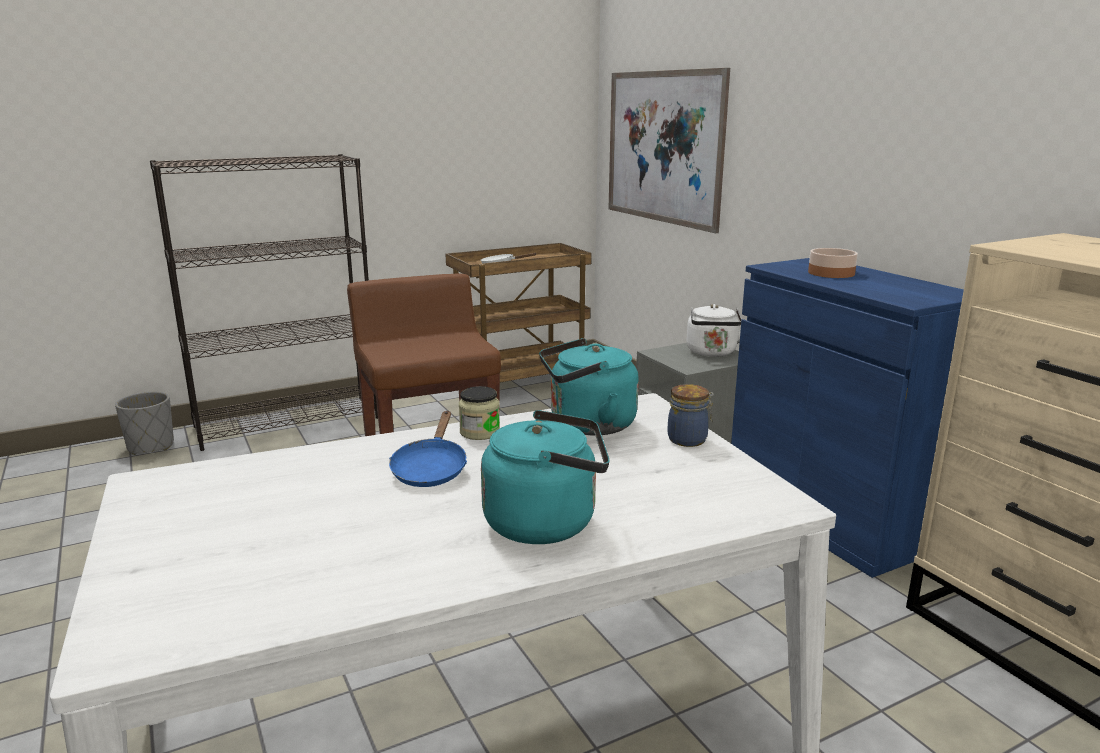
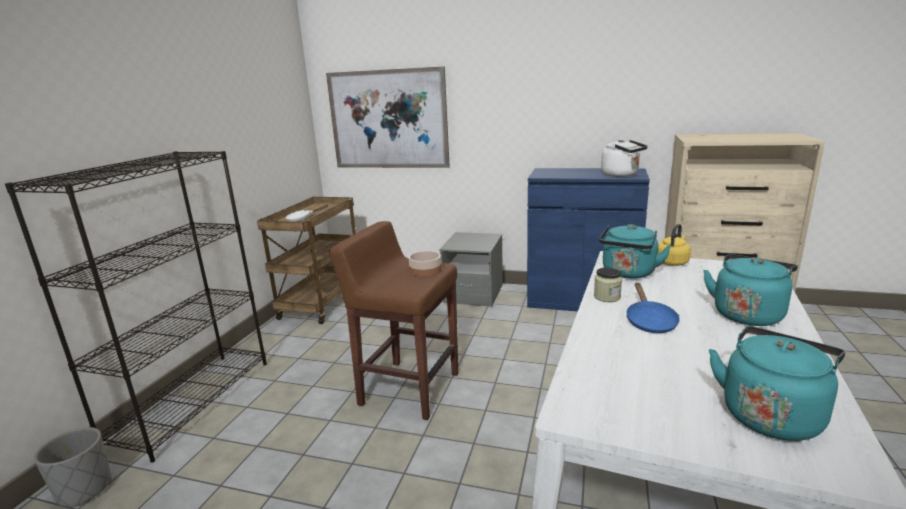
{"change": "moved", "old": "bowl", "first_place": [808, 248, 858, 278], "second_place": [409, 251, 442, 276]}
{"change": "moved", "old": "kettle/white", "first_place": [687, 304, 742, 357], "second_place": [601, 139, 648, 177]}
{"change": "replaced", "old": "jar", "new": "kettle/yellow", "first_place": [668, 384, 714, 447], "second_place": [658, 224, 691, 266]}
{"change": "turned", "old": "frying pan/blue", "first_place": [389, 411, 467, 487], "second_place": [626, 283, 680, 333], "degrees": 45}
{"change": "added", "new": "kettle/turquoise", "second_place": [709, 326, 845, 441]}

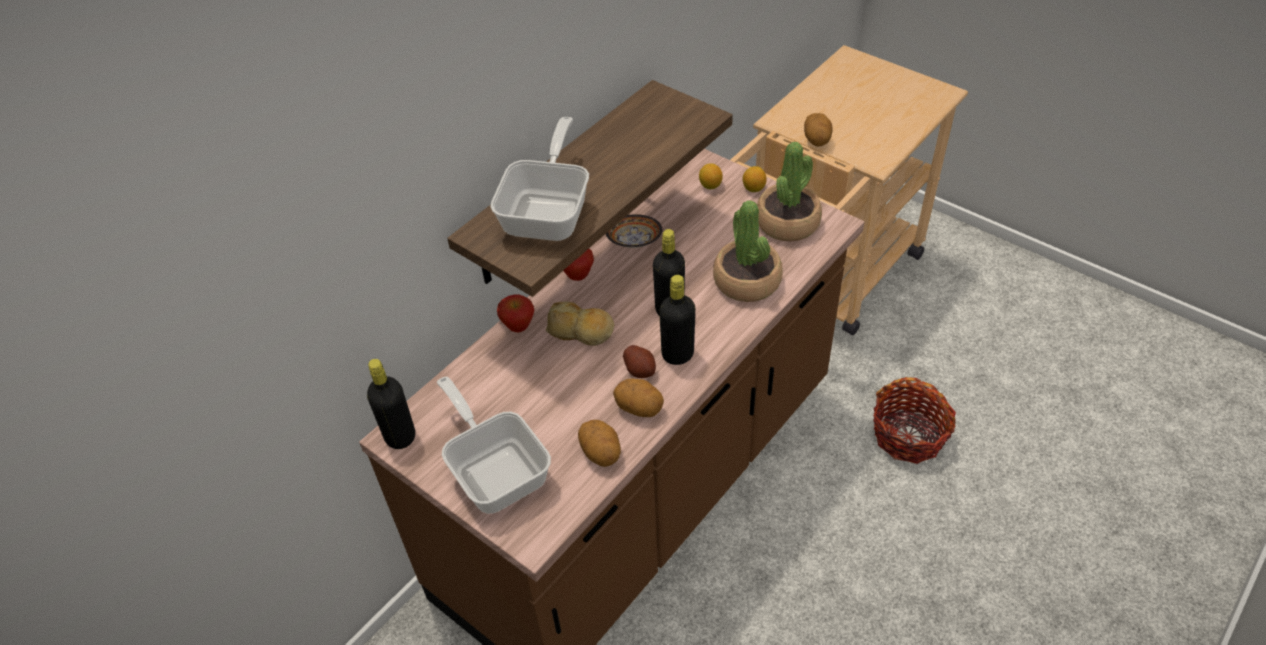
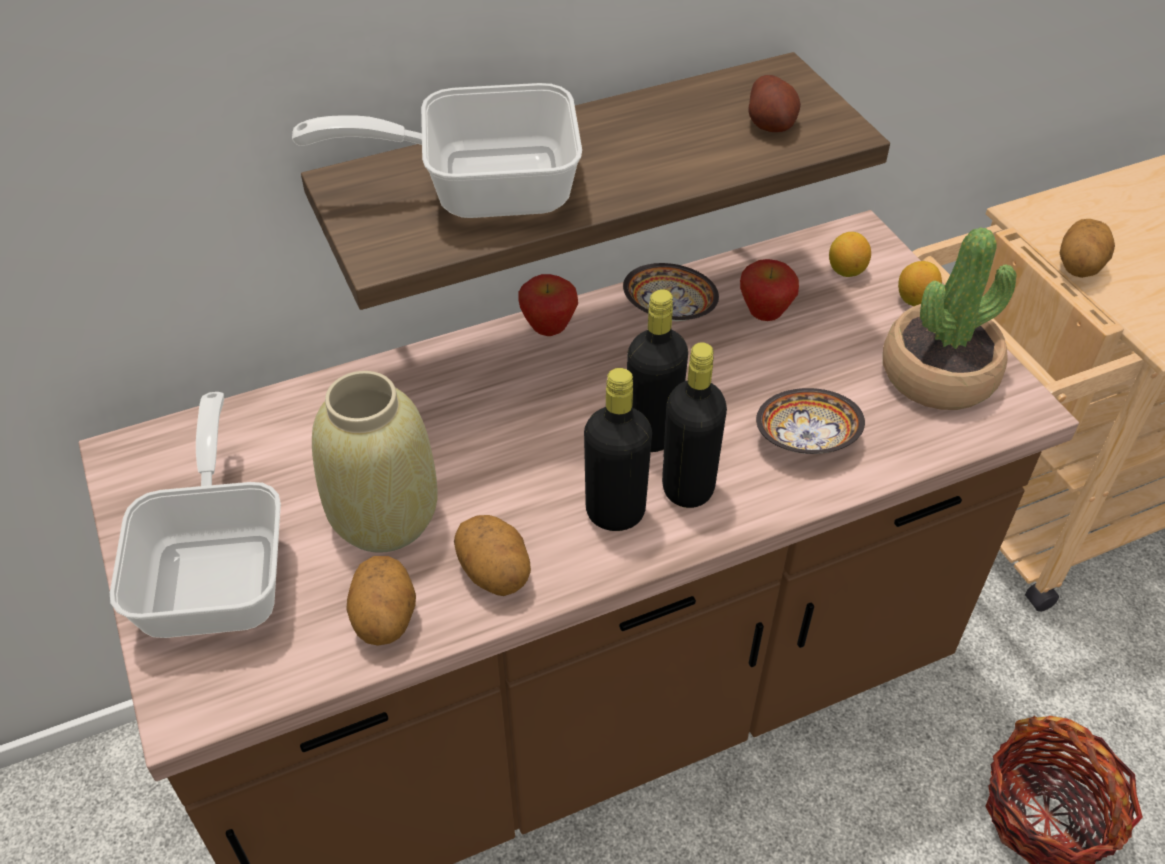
{"change": "turned", "old": "frying pan", "first_place": [490, 117, 589, 241], "second_place": [292, 83, 582, 218], "degrees": -135}
{"change": "replaced", "old": "potted plant", "new": "bowl", "first_place": [713, 200, 782, 302], "second_place": [756, 388, 865, 454]}
{"change": "moved", "old": "apple", "first_place": [497, 295, 534, 332], "second_place": [740, 259, 799, 321]}
{"change": "removed", "old": "bread", "first_place": [546, 301, 614, 346]}
{"change": "moved", "old": "potato", "first_place": [623, 345, 656, 378], "second_place": [748, 75, 801, 132]}
{"change": "moved", "old": "bottle/black", "first_place": [367, 359, 415, 449], "second_place": [662, 342, 727, 508]}
{"change": "added", "new": "vase/beige", "second_place": [312, 371, 438, 553]}

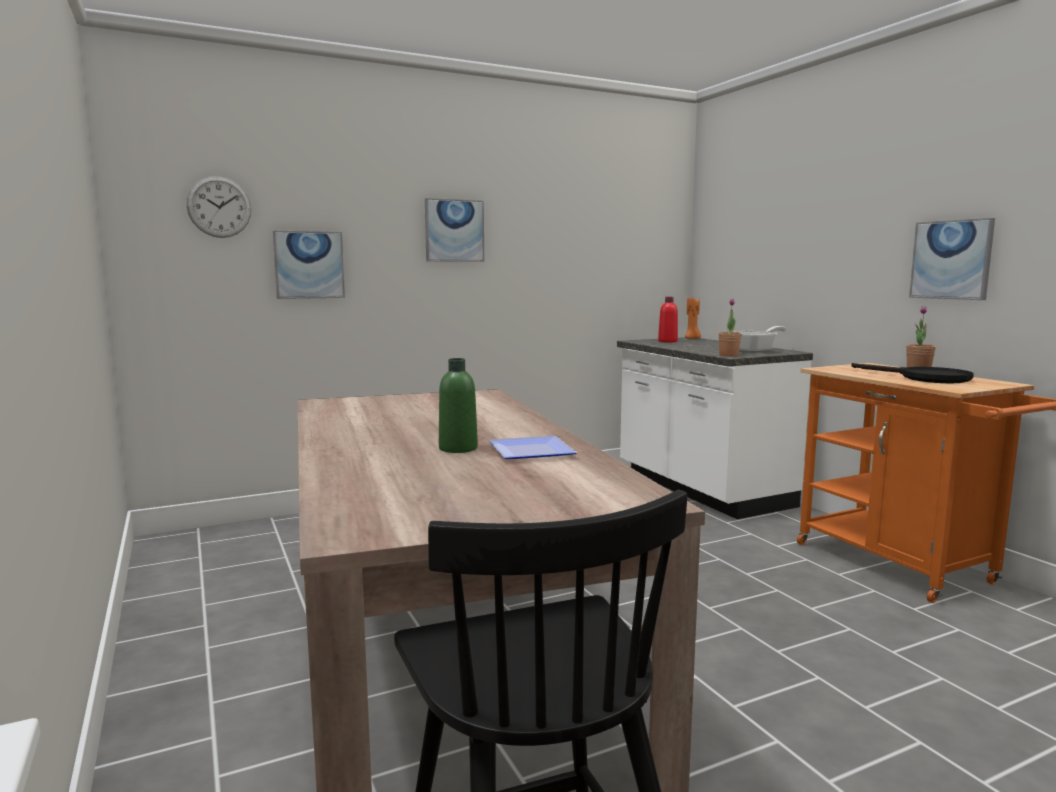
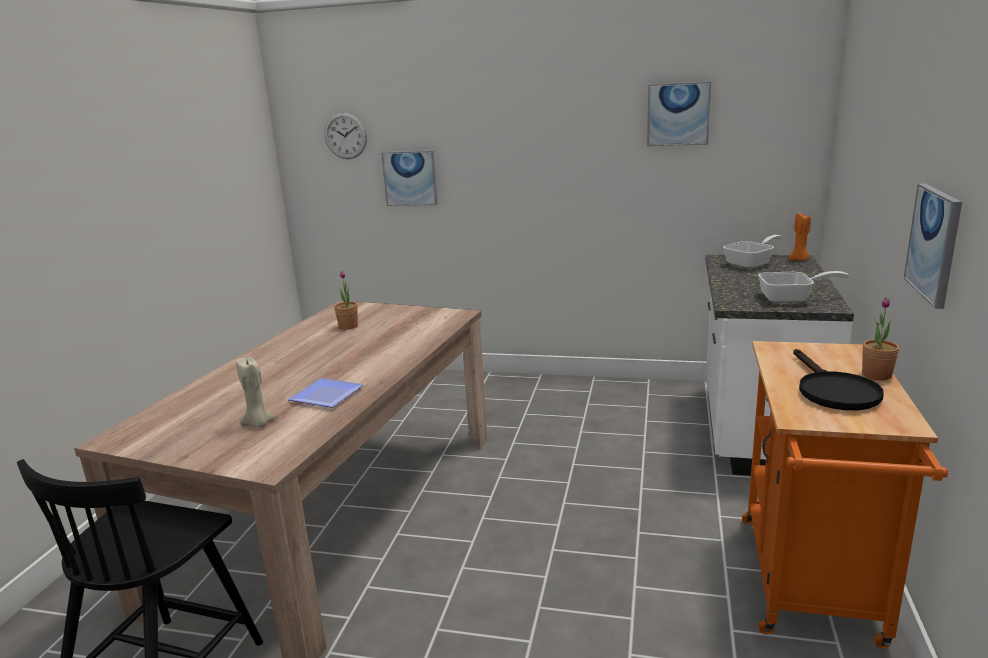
{"change": "moved", "old": "picture", "first_place": [425, 198, 484, 262], "second_place": [647, 82, 711, 146]}
{"change": "replaced", "old": "bottle/red", "new": "frying pan", "first_place": [658, 297, 678, 343], "second_place": [723, 235, 782, 268]}
{"change": "moved", "old": "potted plant", "first_place": [718, 299, 742, 356], "second_place": [334, 271, 358, 330]}
{"change": "removed", "old": "bottle/green", "first_place": [439, 358, 478, 453]}
{"change": "added", "new": "candle/beige", "second_place": [236, 357, 276, 428]}

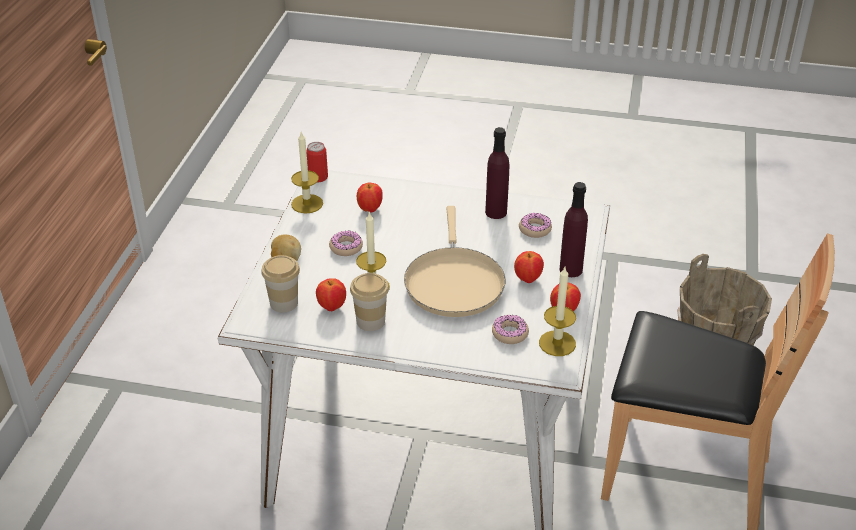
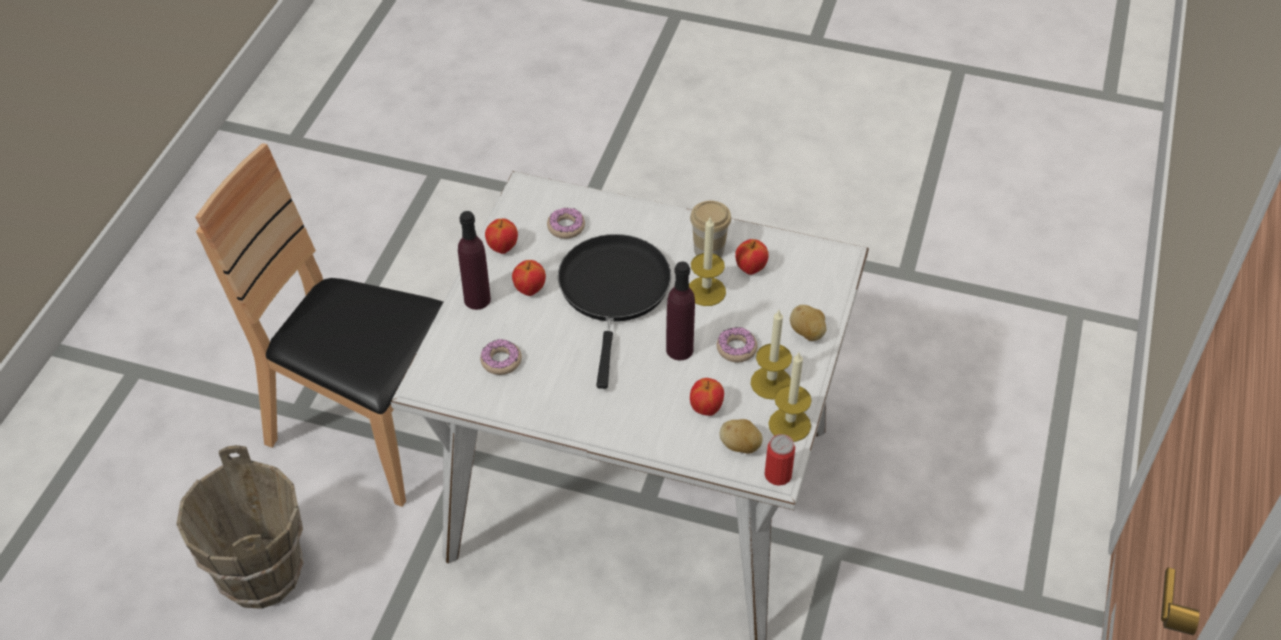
{"change": "moved", "old": "bottle/purple", "first_place": [485, 127, 509, 219], "second_place": [666, 262, 695, 360]}
{"change": "recoloured", "old": "frying pan/beige", "new": "frying pan/black", "first_place": [404, 206, 506, 317], "second_place": [558, 234, 671, 389]}
{"change": "removed", "old": "cup", "first_place": [261, 255, 300, 312]}
{"change": "moved", "old": "candle", "first_place": [539, 267, 576, 356], "second_place": [751, 310, 792, 400]}
{"change": "added", "new": "potato", "second_place": [720, 419, 763, 454]}

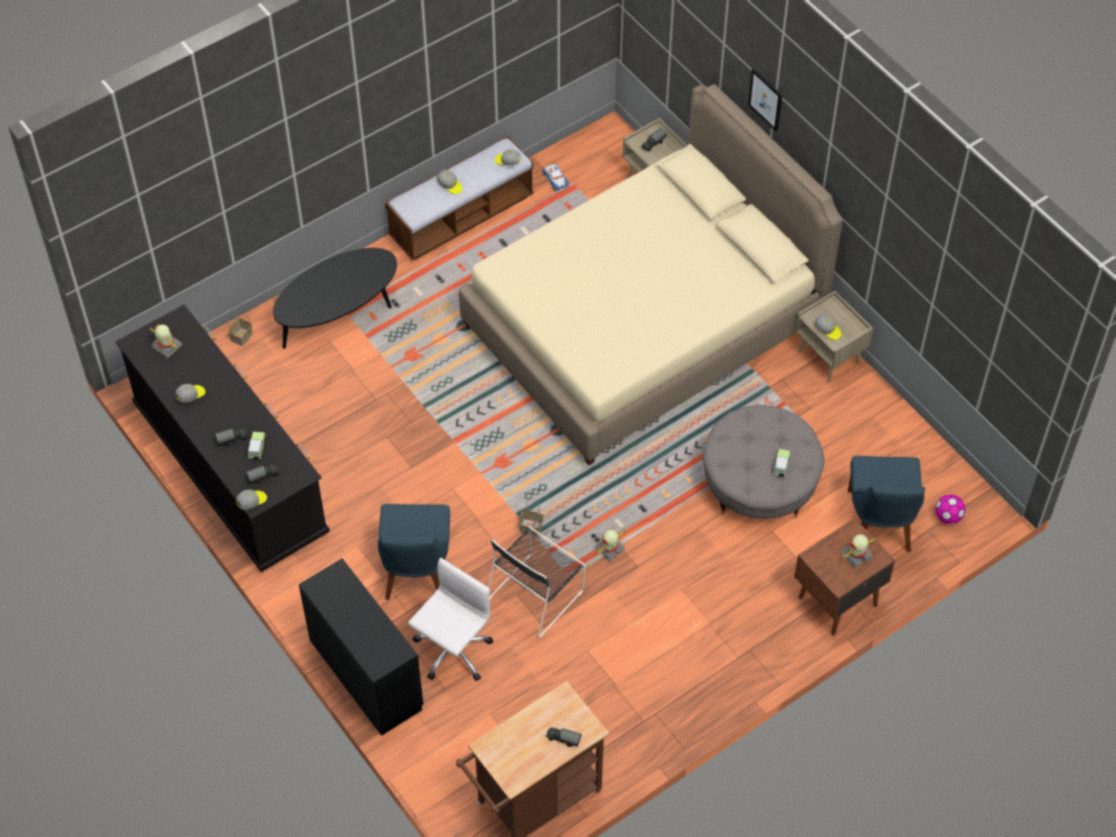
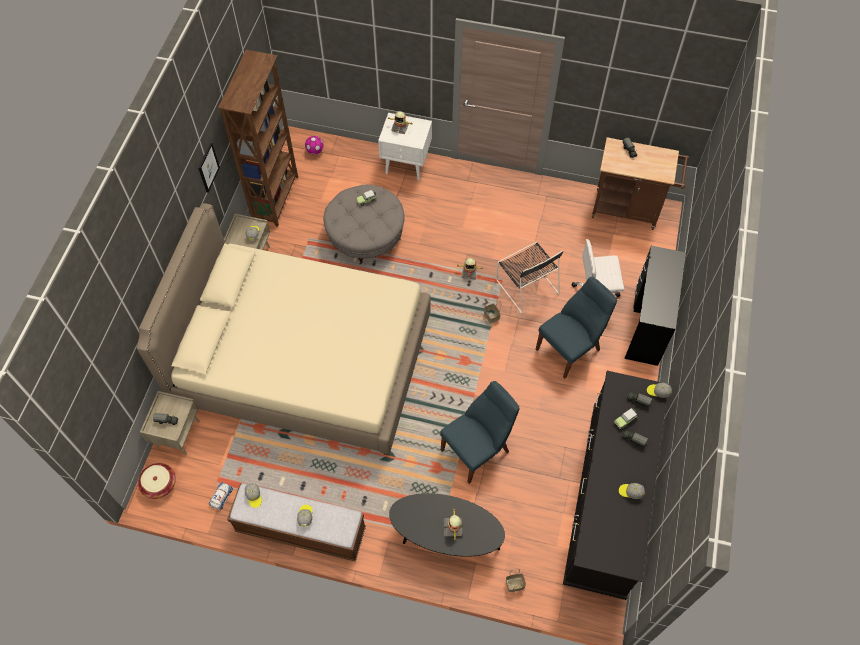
{"change": "moved", "old": "picture", "first_place": [748, 69, 782, 131], "second_place": [198, 142, 220, 193]}
{"change": "moved", "old": "toy robot", "first_place": [150, 324, 183, 358], "second_place": [444, 508, 463, 540]}
{"change": "moved", "old": "chair/blue", "first_place": [848, 456, 925, 552], "second_place": [440, 381, 519, 484]}
{"change": "recoloured", "old": "nightstand/brown", "new": "nightstand/white", "first_place": [794, 518, 895, 636], "second_place": [378, 113, 432, 180]}
{"change": "turned", "old": "chair/black", "first_place": [488, 527, 586, 638], "second_place": [496, 242, 563, 314], "degrees": 60}
{"change": "added", "new": "bookcase/brown", "second_place": [218, 50, 298, 227]}
{"change": "added", "new": "basket", "second_place": [138, 463, 176, 499]}

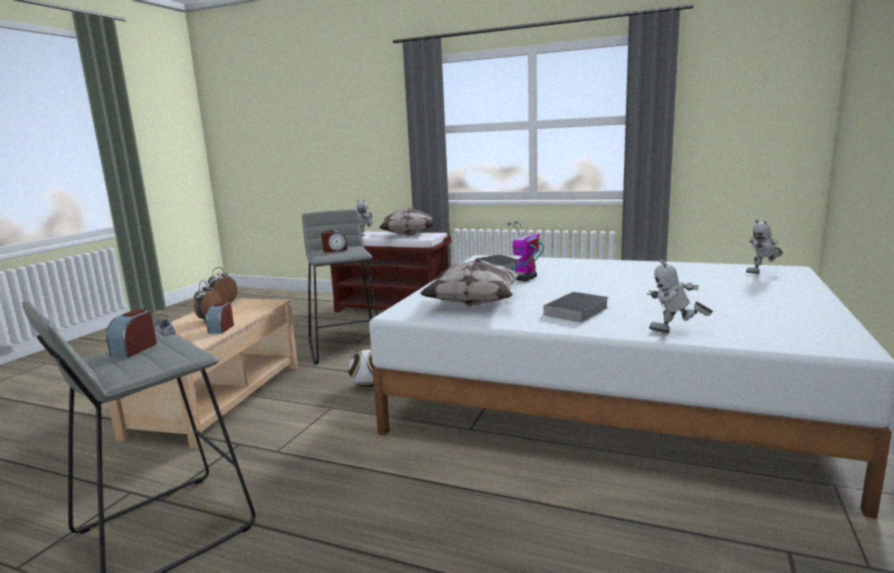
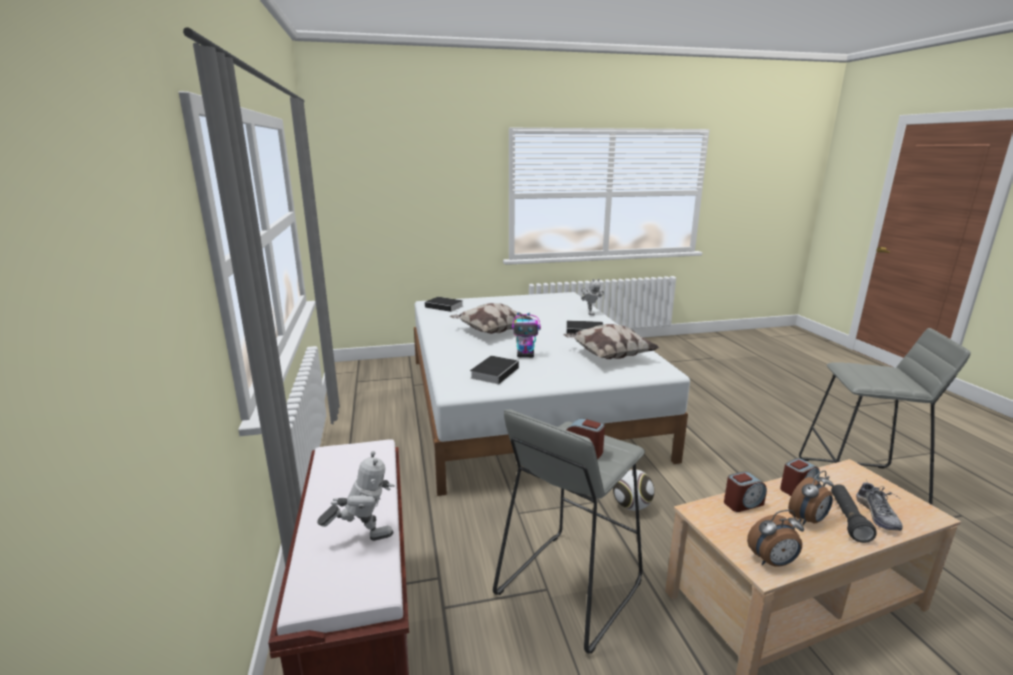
{"change": "moved", "old": "pillow", "first_place": [379, 209, 434, 236], "second_place": [449, 303, 532, 334]}
{"change": "replaced", "old": "toy robot", "new": "book", "first_place": [746, 219, 783, 274], "second_place": [425, 297, 463, 312]}
{"change": "moved", "old": "alarm clock", "first_place": [106, 309, 157, 358], "second_place": [724, 471, 767, 512]}
{"change": "added", "new": "flashlight/black", "second_place": [831, 484, 876, 543]}

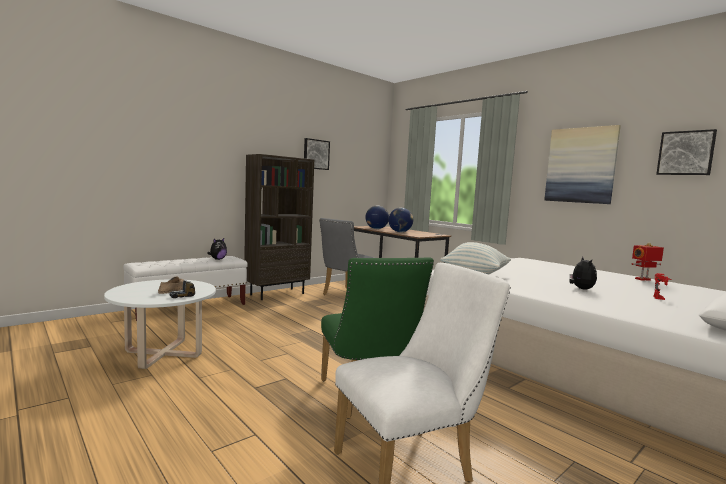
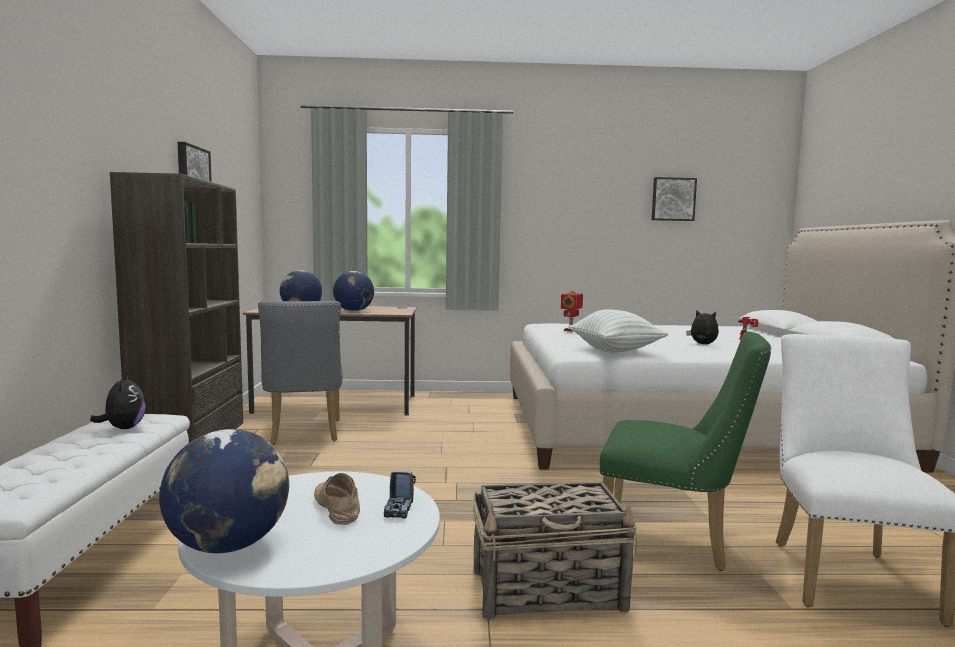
{"change": "removed", "old": "picture", "first_place": [544, 125, 621, 204]}
{"change": "moved", "old": "toy robot", "first_place": [632, 243, 664, 281], "second_place": [561, 290, 583, 332]}
{"change": "added", "new": "globe", "second_place": [159, 429, 289, 553]}
{"change": "added", "new": "basket", "second_place": [473, 482, 638, 620]}

